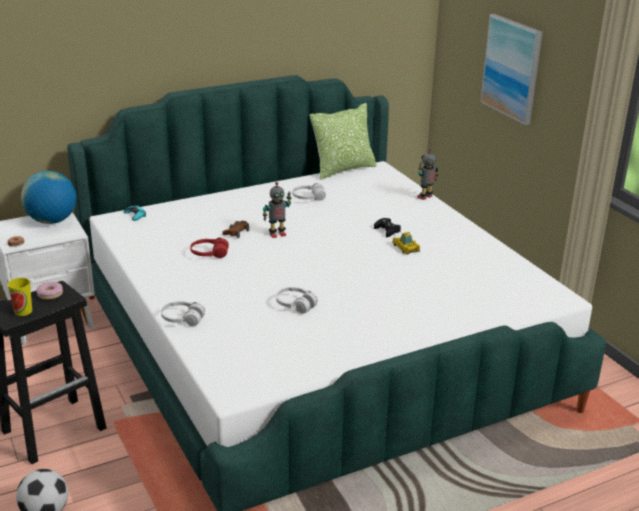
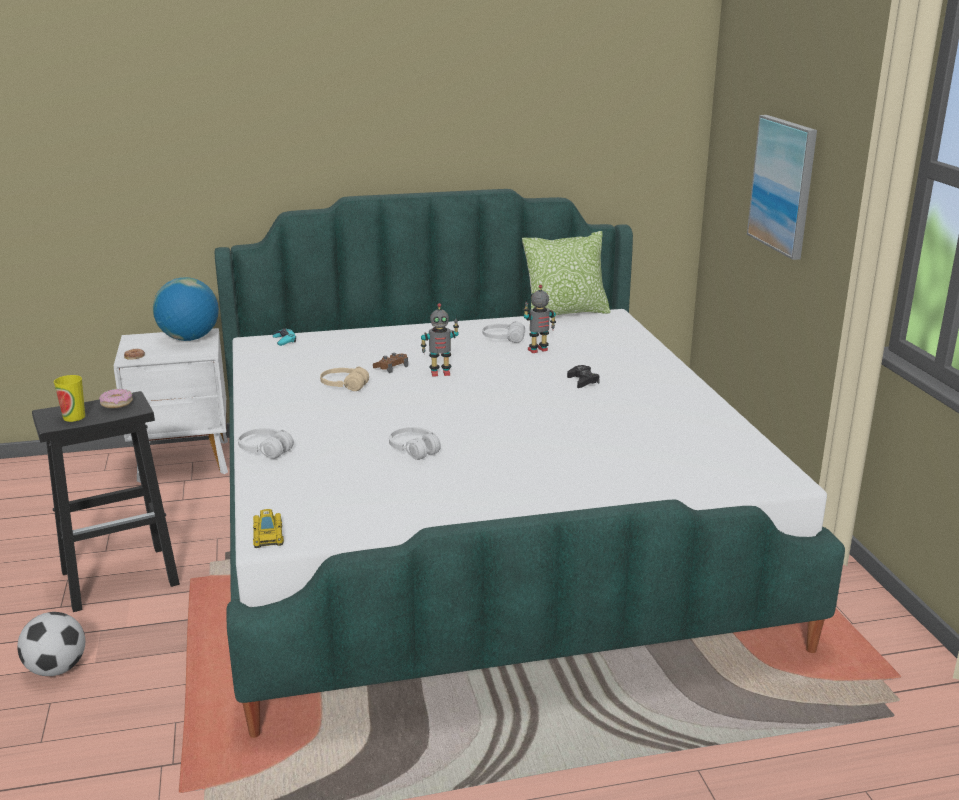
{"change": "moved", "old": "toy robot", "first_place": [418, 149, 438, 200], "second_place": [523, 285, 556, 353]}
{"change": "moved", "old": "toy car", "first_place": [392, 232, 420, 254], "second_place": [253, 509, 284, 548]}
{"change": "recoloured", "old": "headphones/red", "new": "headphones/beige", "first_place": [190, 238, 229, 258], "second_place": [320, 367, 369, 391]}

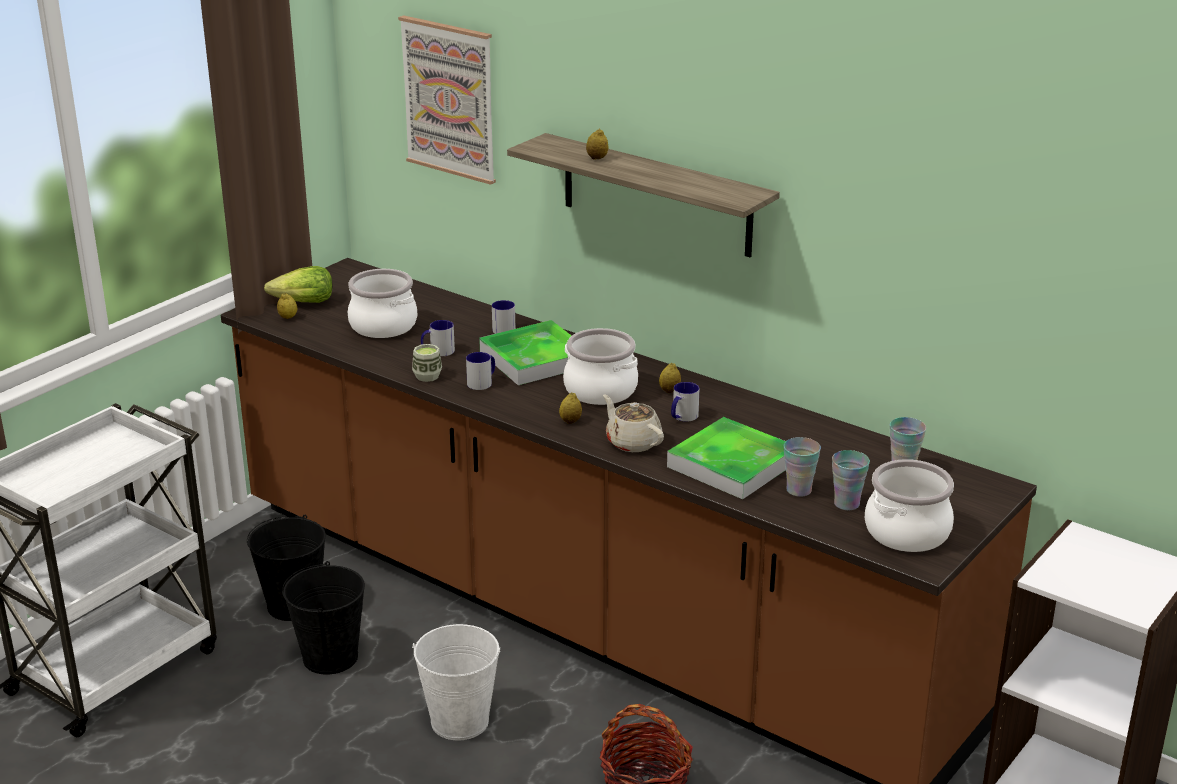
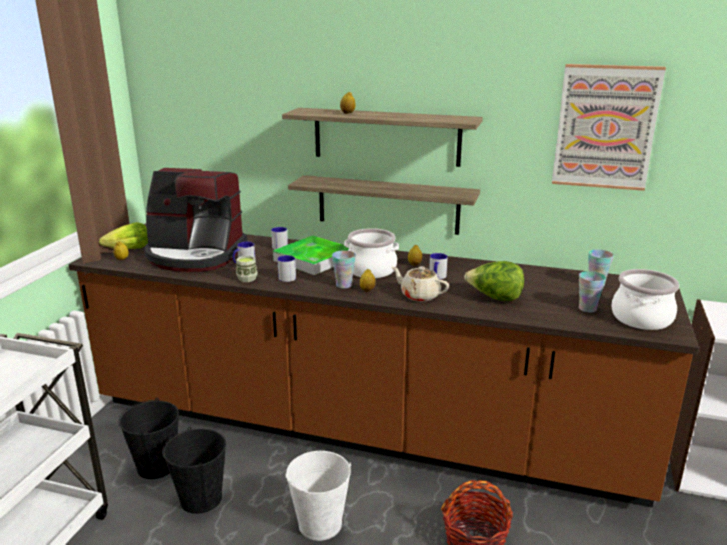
{"change": "moved", "old": "picture", "first_place": [398, 15, 496, 185], "second_place": [552, 64, 666, 191]}
{"change": "replaced", "old": "cooking pot", "new": "coffee machine", "first_place": [348, 269, 417, 338], "second_place": [145, 168, 247, 272]}
{"change": "replaced", "old": "tray", "new": "lettuce", "first_place": [667, 417, 786, 499], "second_place": [464, 261, 524, 301]}
{"change": "moved", "old": "cup", "first_place": [784, 437, 821, 497], "second_place": [332, 250, 356, 289]}
{"change": "added", "new": "shelf", "second_place": [288, 175, 480, 235]}

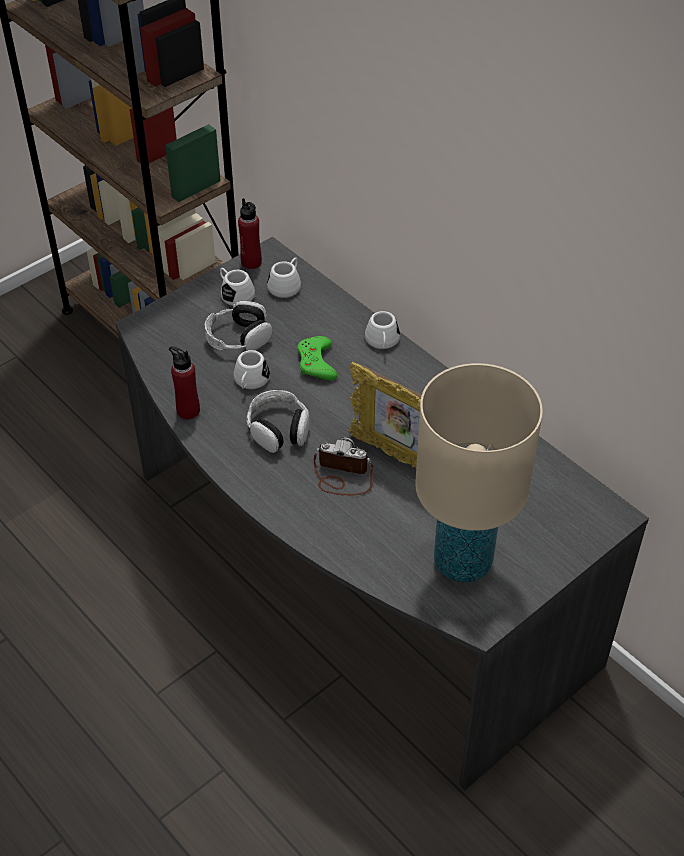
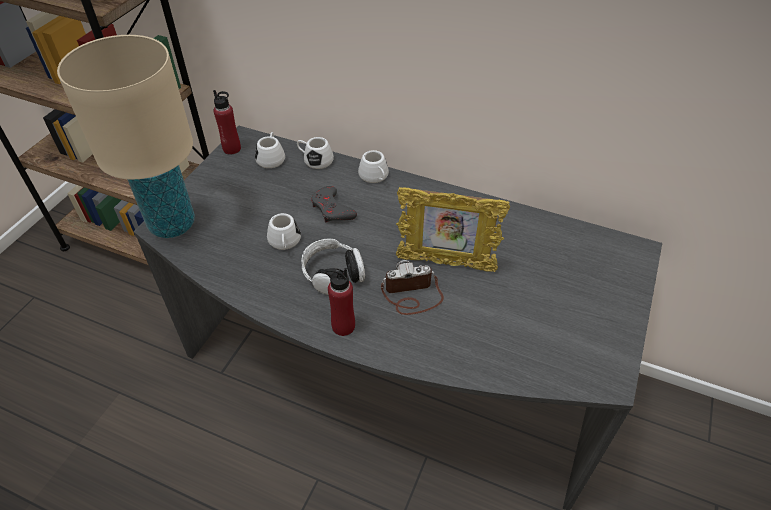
{"change": "moved", "old": "mug/white", "first_place": [220, 268, 255, 306], "second_place": [297, 137, 334, 169]}
{"change": "removed", "old": "headphones", "first_place": [204, 301, 272, 351]}
{"change": "recoloured", "old": "game controller/green", "new": "game controller/grey", "first_place": [297, 336, 337, 380], "second_place": [311, 186, 357, 222]}
{"change": "moved", "old": "bottle/red", "first_place": [169, 346, 200, 420], "second_place": [325, 268, 355, 336]}
{"change": "moved", "old": "table lamp/beige", "first_place": [415, 363, 543, 582], "second_place": [57, 35, 195, 238]}

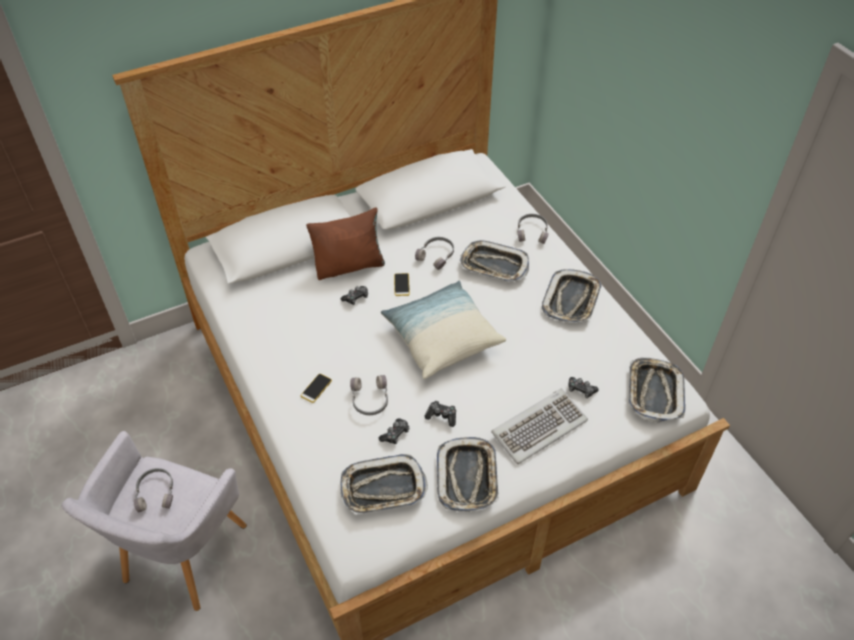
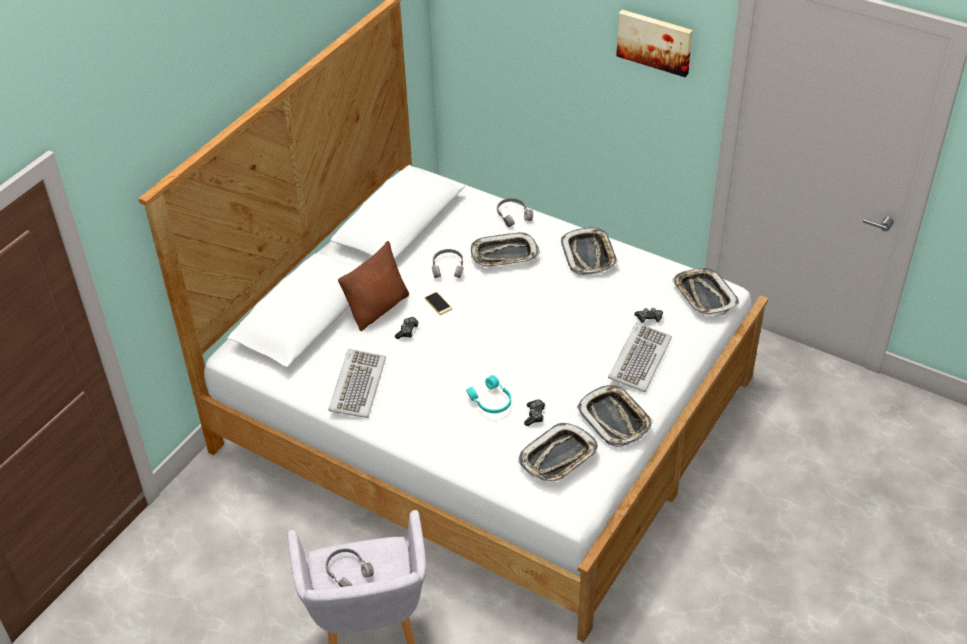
{"change": "removed", "old": "pillow", "first_place": [381, 280, 506, 379]}
{"change": "removed", "old": "phone", "first_place": [301, 374, 332, 403]}
{"change": "recoloured", "old": "headphones/grey", "new": "headphones/turquoise", "first_place": [350, 375, 388, 415], "second_place": [466, 375, 511, 413]}
{"change": "removed", "old": "game controller", "first_place": [425, 401, 456, 427]}
{"change": "added", "new": "picture", "second_place": [616, 10, 693, 77]}
{"change": "added", "new": "keyboard", "second_place": [328, 349, 386, 418]}

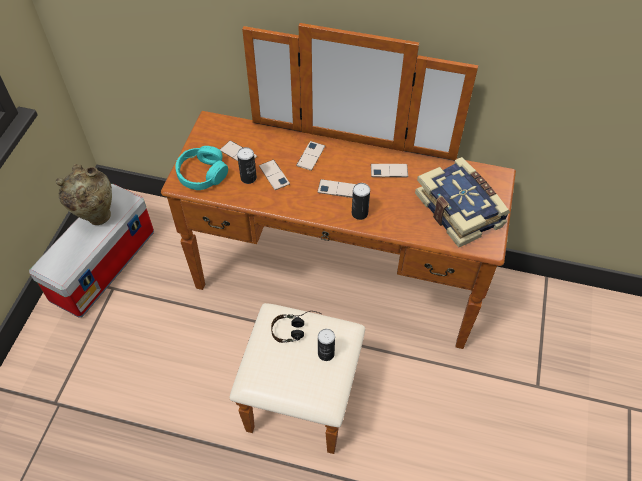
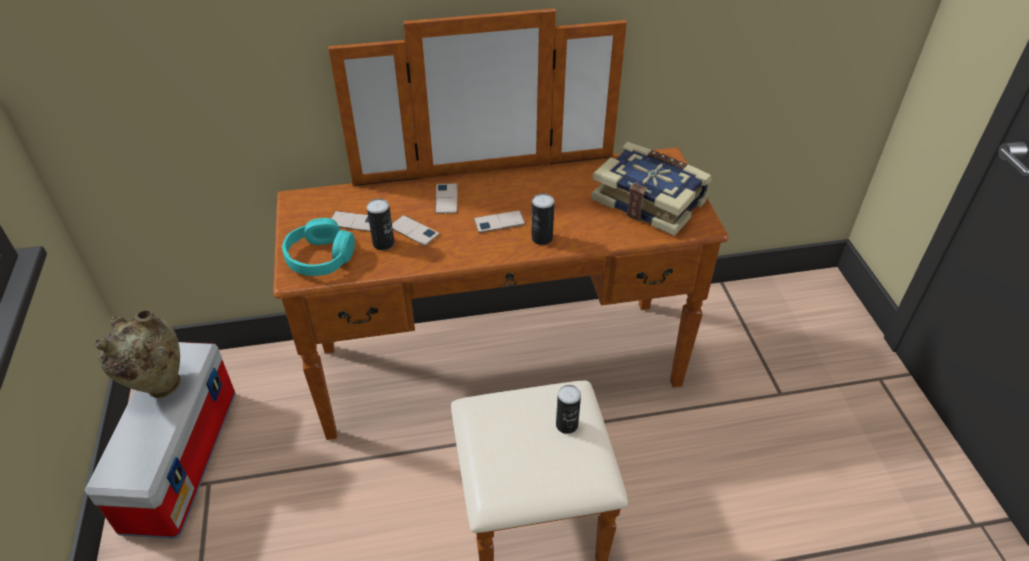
{"change": "removed", "old": "phone", "first_place": [371, 164, 408, 177]}
{"change": "removed", "old": "headphones", "first_place": [271, 311, 321, 343]}

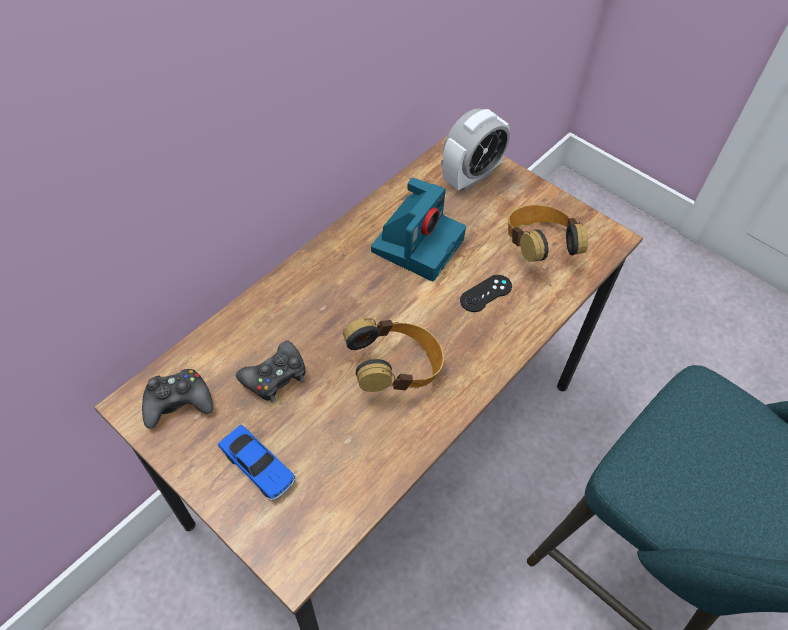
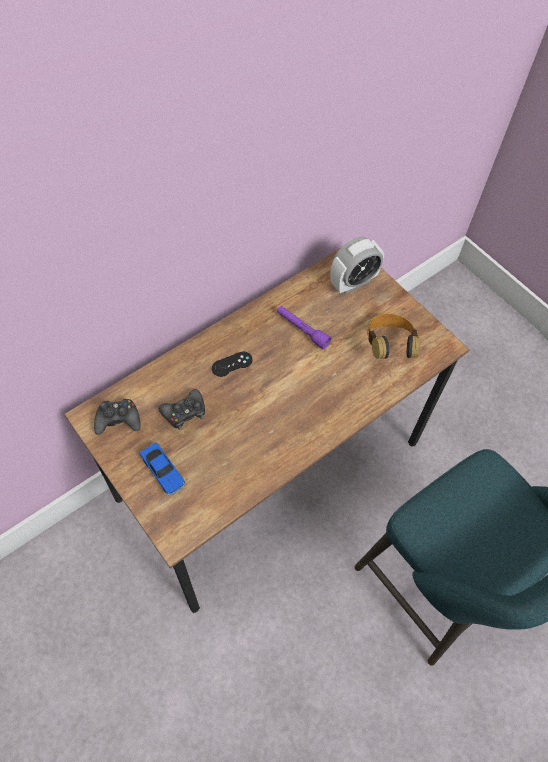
{"change": "replaced", "old": "photo camera", "new": "flashlight/purple", "first_place": [371, 178, 466, 282], "second_place": [277, 306, 332, 349]}
{"change": "moved", "old": "game controller/black", "first_place": [460, 275, 512, 312], "second_place": [212, 352, 252, 377]}
{"change": "removed", "old": "headphones", "first_place": [343, 318, 444, 392]}

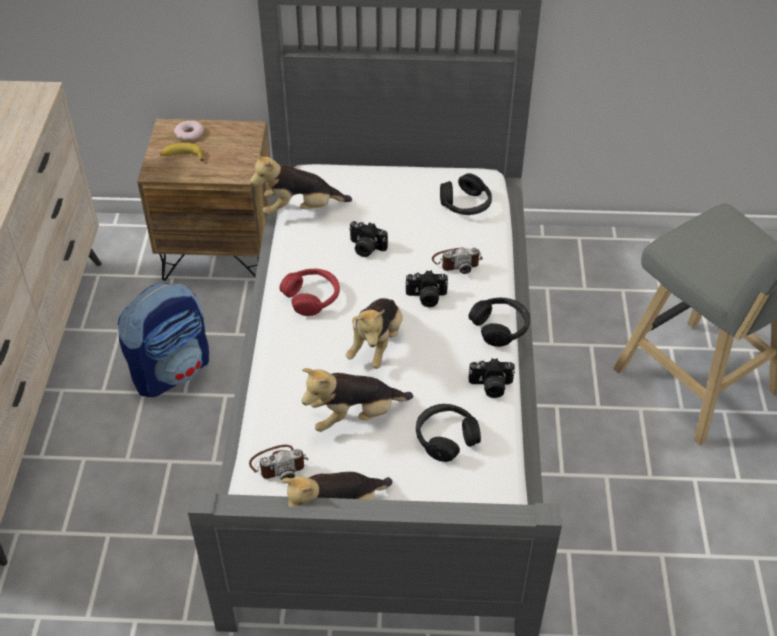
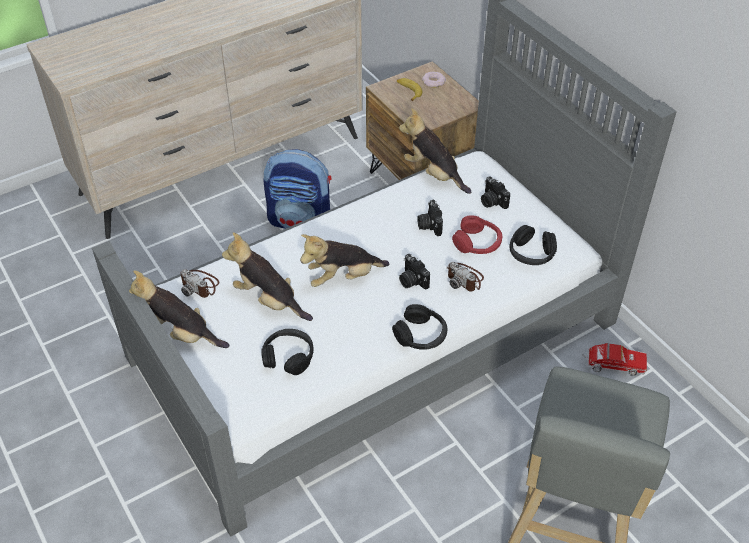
{"change": "moved", "old": "headphones/red", "first_place": [279, 269, 340, 316], "second_place": [452, 215, 502, 254]}
{"change": "moved", "old": "photo camera", "first_place": [468, 358, 515, 398], "second_place": [481, 176, 510, 209]}
{"change": "added", "new": "toy truck", "second_place": [582, 343, 647, 376]}

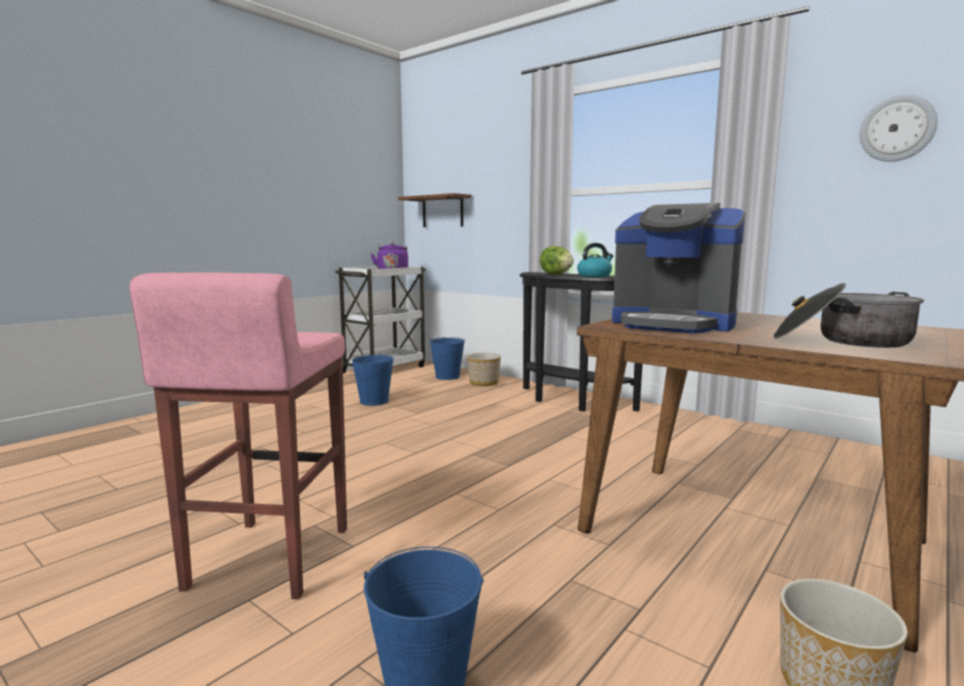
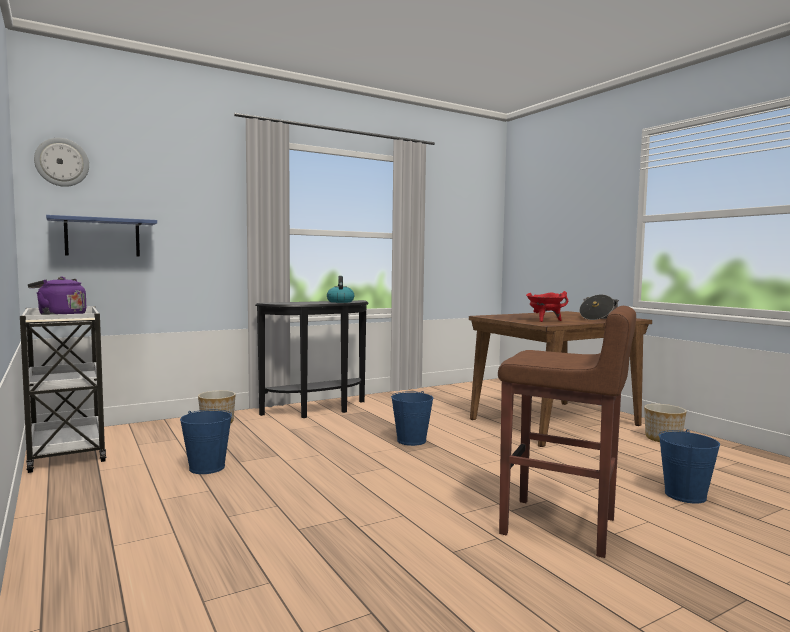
{"change": "moved", "old": "wall clock", "first_place": [860, 95, 938, 162], "second_place": [34, 138, 89, 187]}
{"change": "recoloured", "old": "shelf/brown", "new": "shelf/blue", "first_place": [398, 193, 472, 227], "second_place": [46, 215, 157, 257]}
{"change": "replaced", "old": "coffee machine", "new": "cooking pot/red", "first_place": [612, 203, 745, 333], "second_place": [526, 291, 568, 322]}
{"change": "removed", "old": "lettuce", "first_place": [540, 246, 574, 275]}
{"change": "recoloured", "old": "stool/pink", "new": "stool/brown", "first_place": [129, 272, 347, 600], "second_place": [498, 306, 636, 558]}
{"change": "moved", "old": "bucket/blue", "first_place": [430, 337, 465, 380], "second_place": [391, 391, 433, 446]}

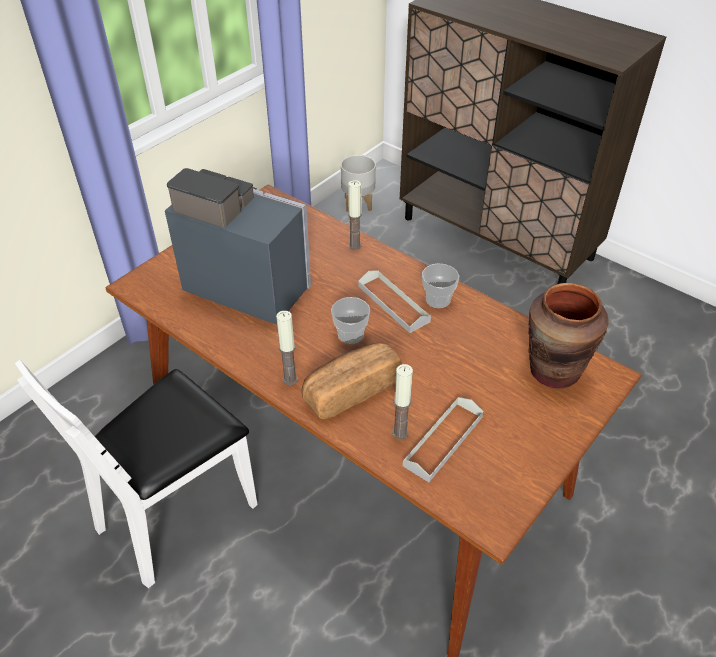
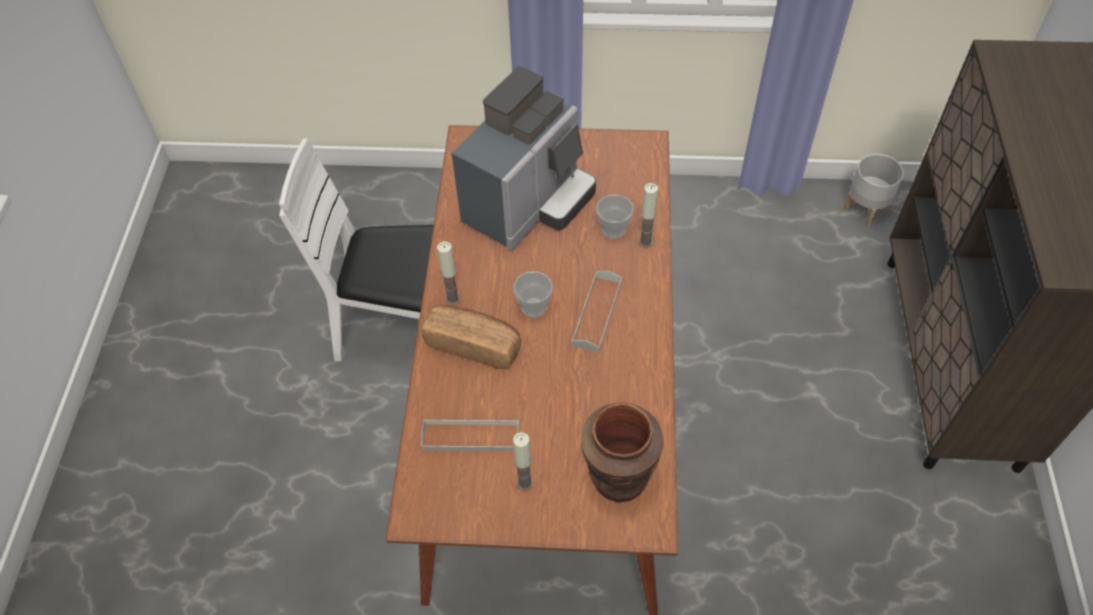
{"change": "turned", "old": "coffee machine", "first_place": [165, 168, 311, 325], "second_place": [452, 66, 596, 251], "degrees": 45}
{"change": "moved", "old": "cup", "first_place": [422, 264, 459, 308], "second_place": [596, 194, 634, 239]}
{"change": "moved", "old": "candle", "first_place": [392, 364, 413, 440], "second_place": [513, 432, 533, 491]}

